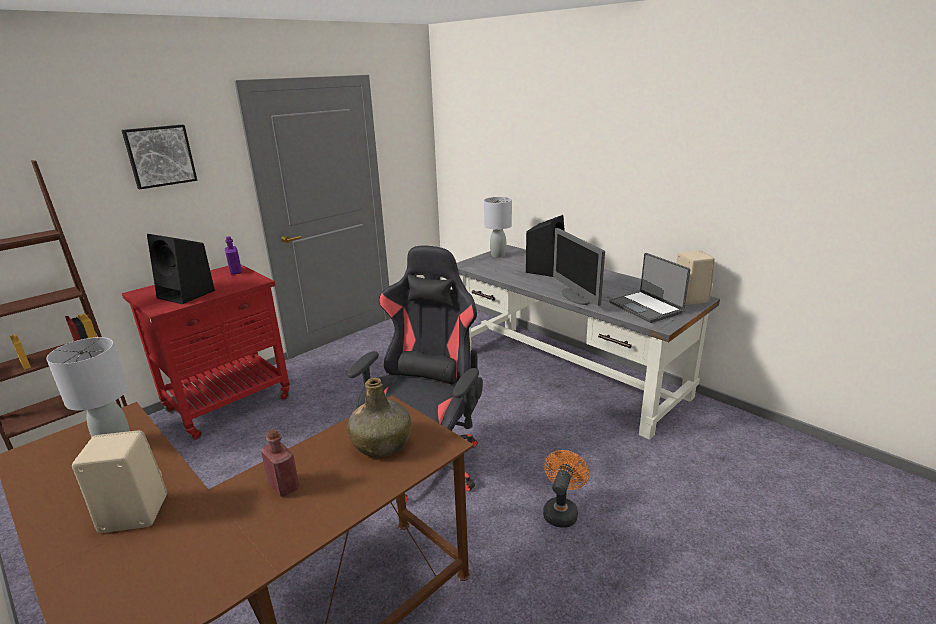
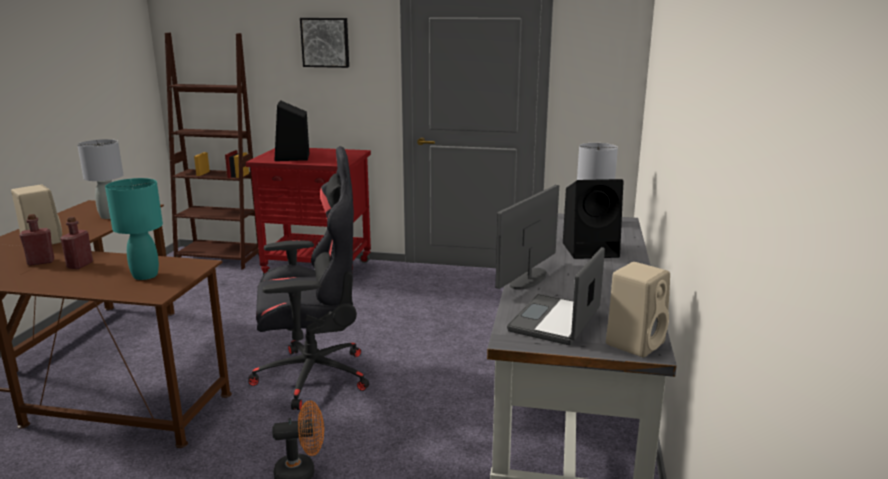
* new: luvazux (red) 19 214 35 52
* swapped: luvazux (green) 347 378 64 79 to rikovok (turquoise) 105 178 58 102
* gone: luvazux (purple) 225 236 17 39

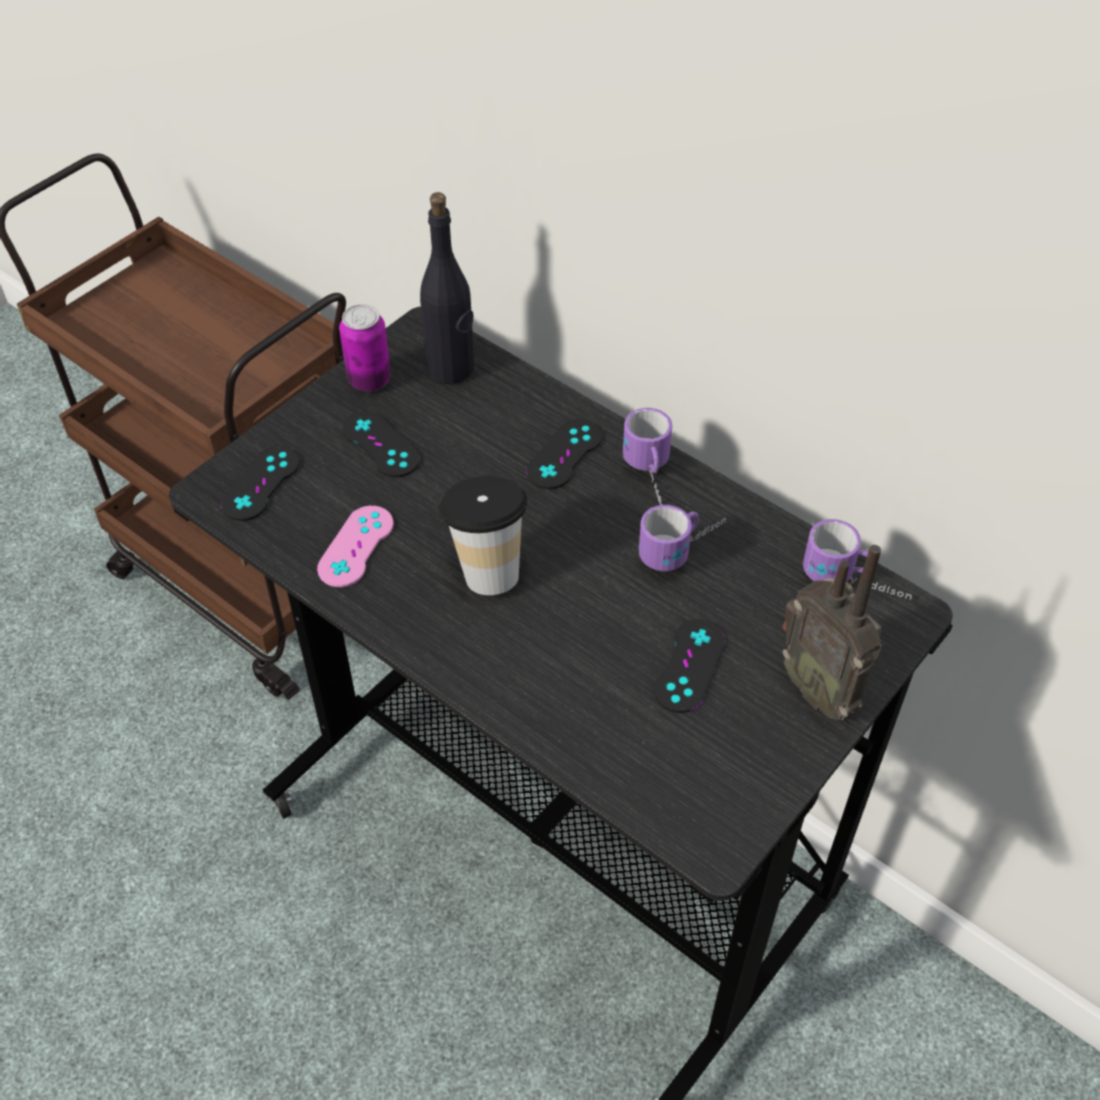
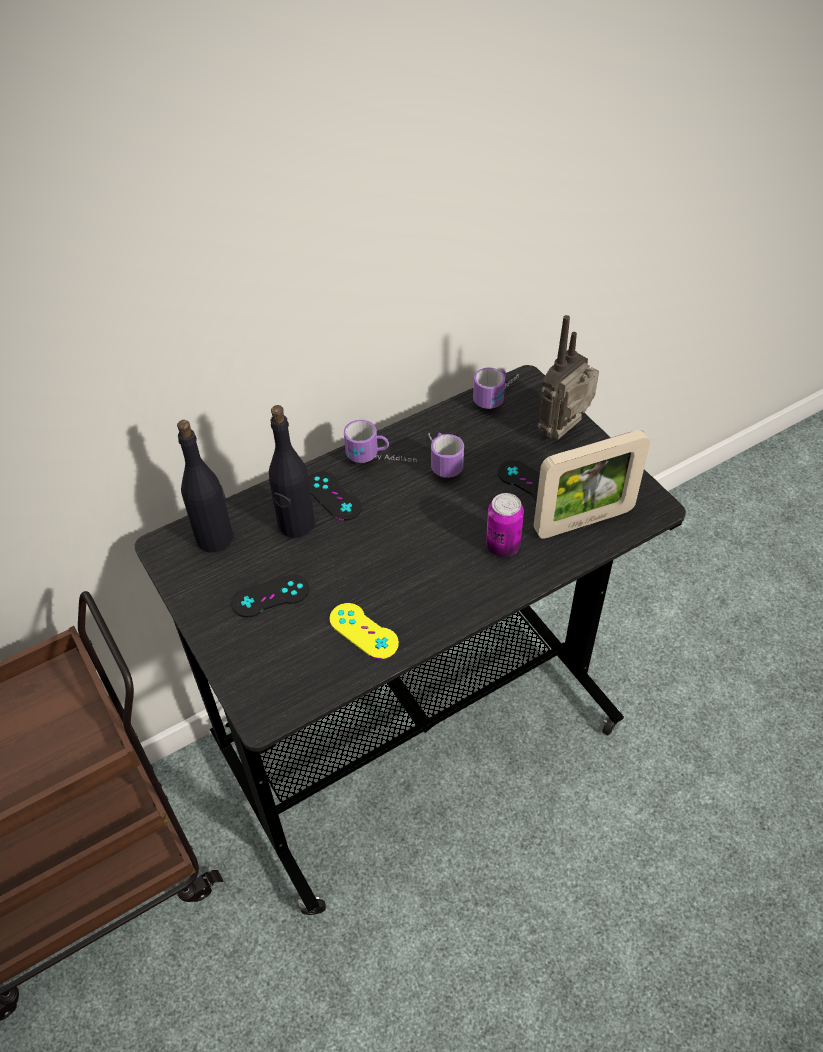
* new: luvazux (black) 269 405 46 133
* repainted: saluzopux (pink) 317 506 76 81 to saluzopux (yellow) 329 603 70 56
* shifted: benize 339 304 52 87 to 486 493 38 64
* new: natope 534 430 116 108
* rotated: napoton 782 545 100 175 = 538 315 61 124 150 degrees clockwise
* gone: saluzopux (black) 221 446 79 75
* gone: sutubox 439 476 88 119

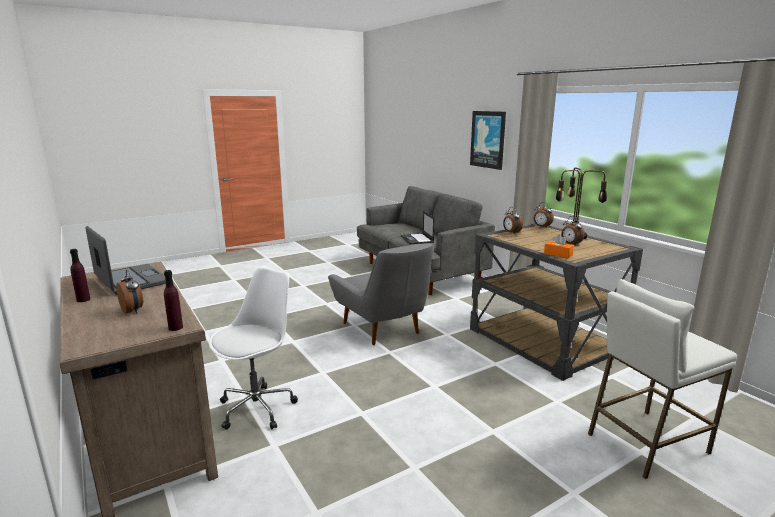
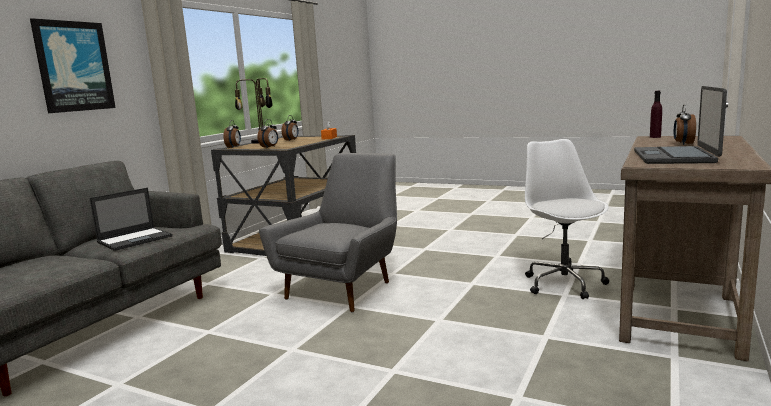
* rotated: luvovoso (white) 209 266 89 163 = 525 139 85 160 75 degrees clockwise
* gone: luvazux (purple) 70 249 20 53
* gone: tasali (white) 588 279 149 200

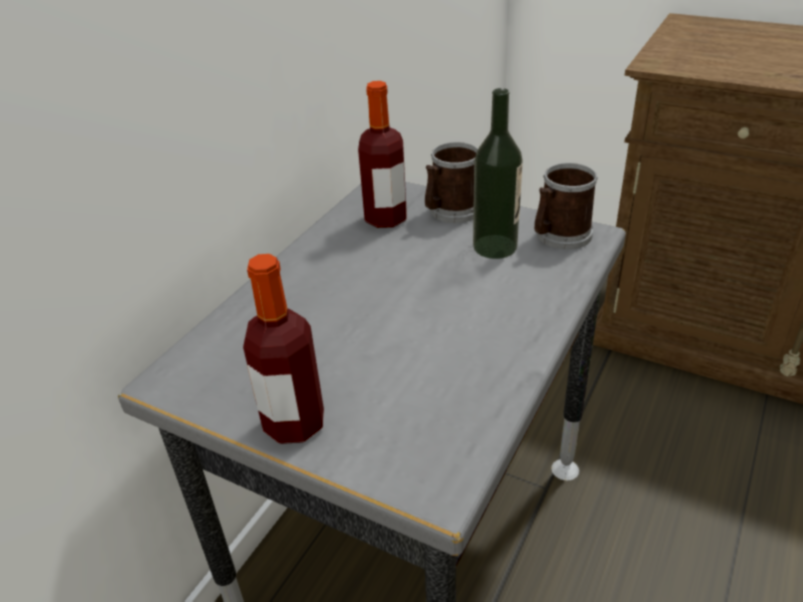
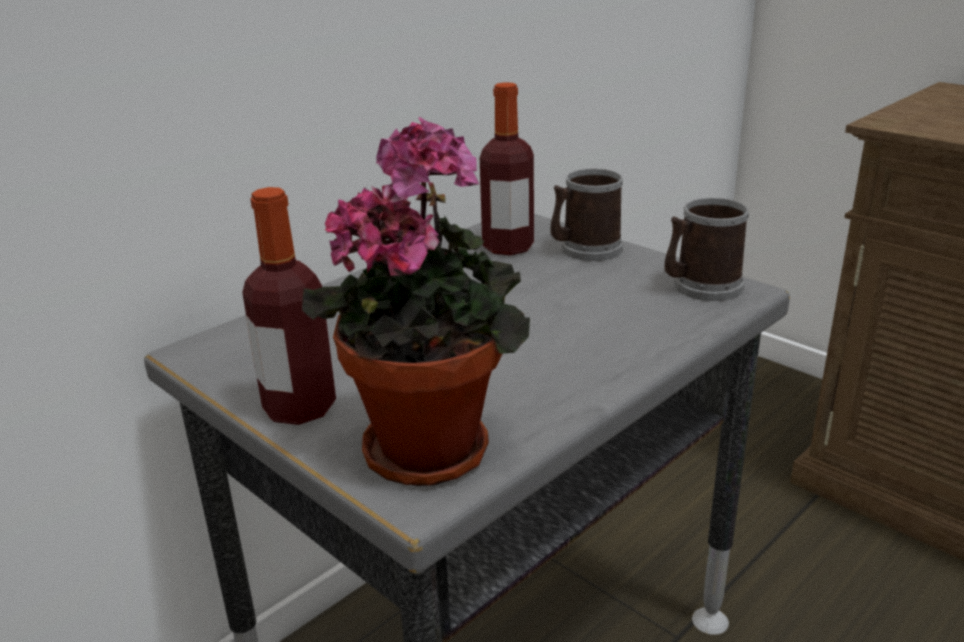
* new: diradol 302 117 228 369
* gone: luvazux 473 88 50 171

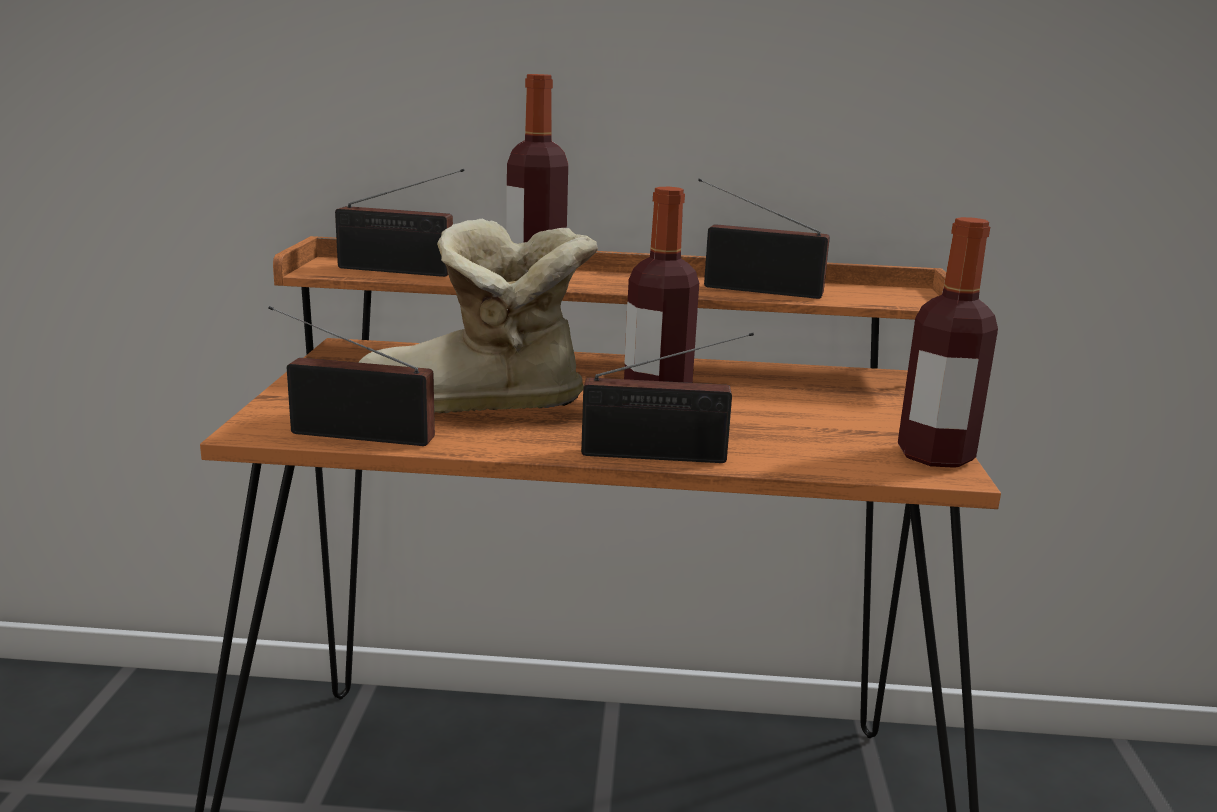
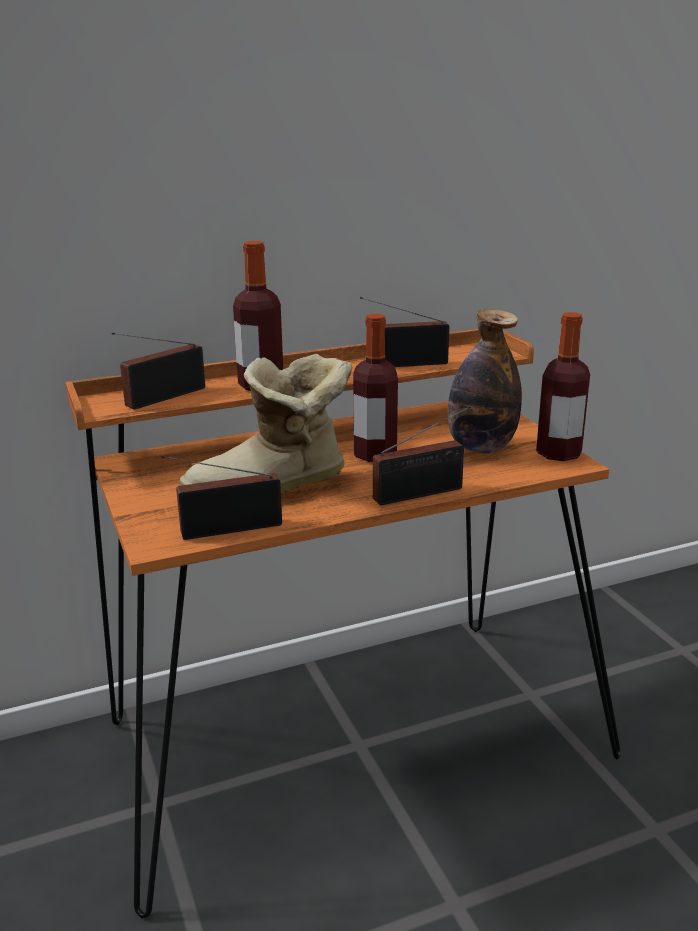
* rotated: napoton 335 169 130 108 = 112 333 93 77 150 degrees clockwise
* new: luvazux 448 309 74 145

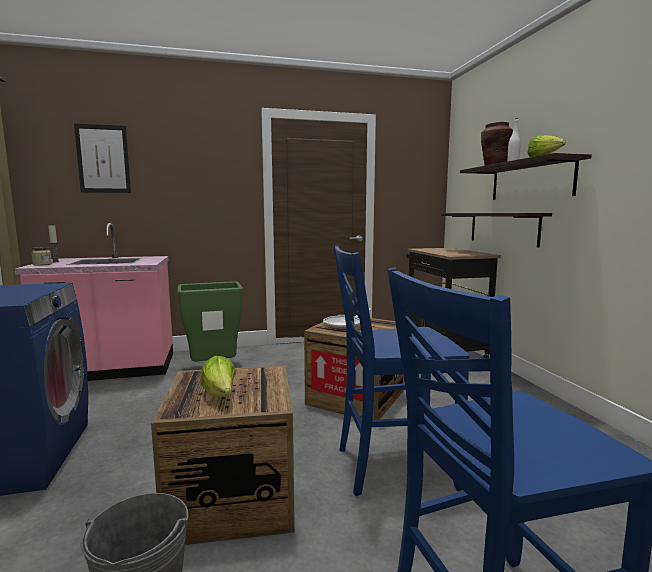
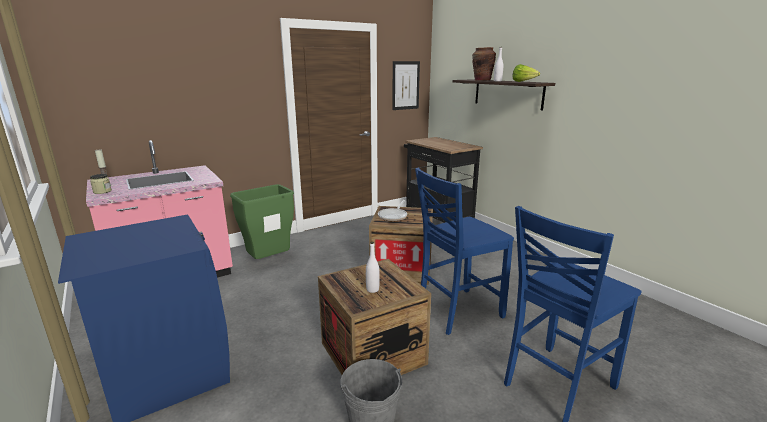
* swapped: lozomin 201 356 35 41 to luvazux (white) 366 242 14 51
* shifted: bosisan 74 124 57 69 to 392 61 28 49
* gone: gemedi 441 213 111 35

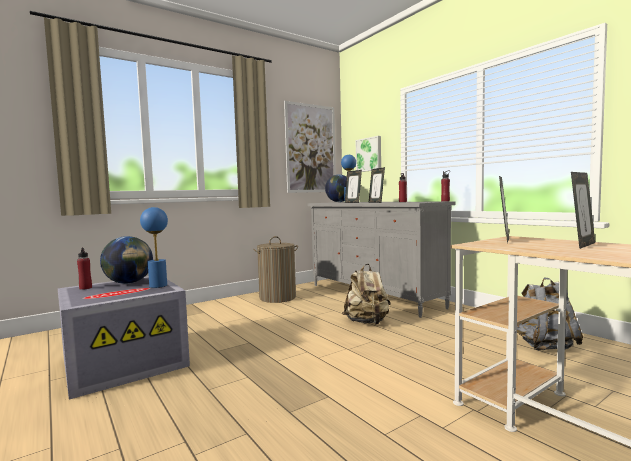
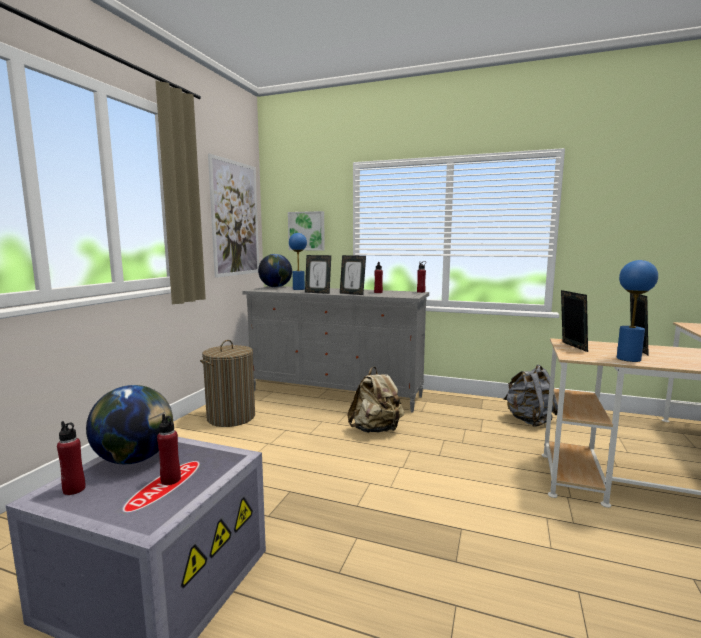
* new: luvazux (red) 157 414 24 71
* shifted: rikovok (blue) 140 207 28 81 to 617 260 41 102

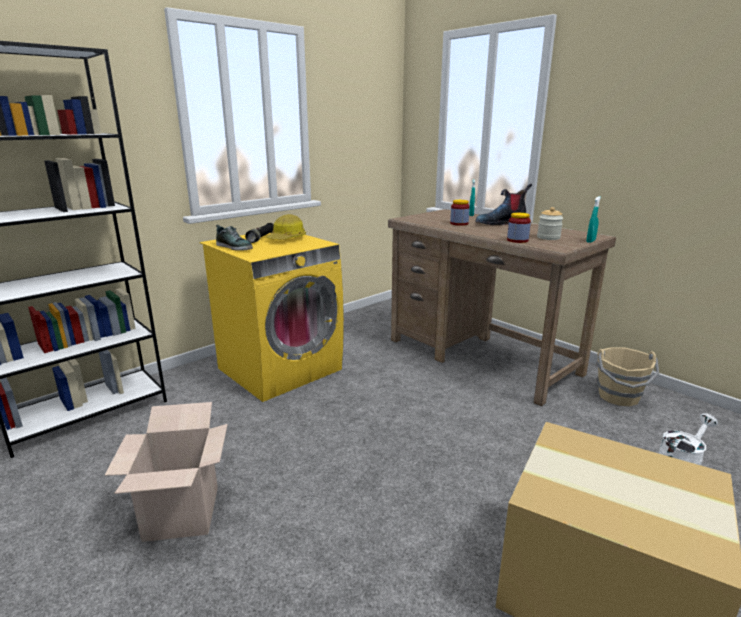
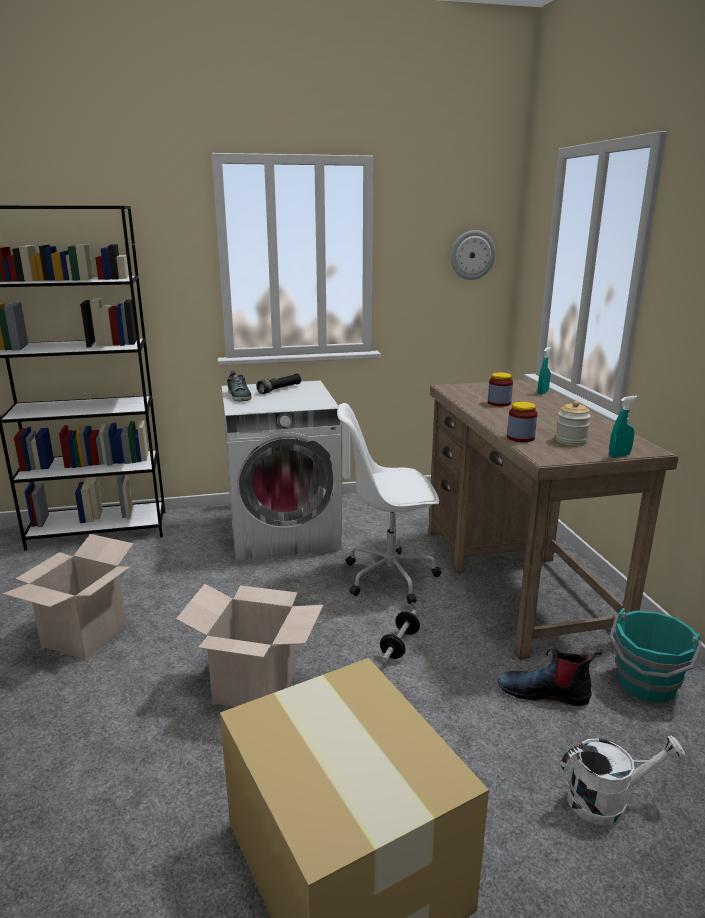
* new: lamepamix 176 584 147 123
* repainted: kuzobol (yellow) 200 233 144 169 to kuzobol (white) 222 380 120 181
* new: luvovoso (white) 337 403 105 201
* new: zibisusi 380 610 40 52
* new: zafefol 450 230 46 50
* shifted: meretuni 475 184 57 41 to 498 647 105 59
* repainted: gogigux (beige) 597 347 62 59 to gogigux (turquoise) 609 608 93 95
* gone: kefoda 266 214 40 26

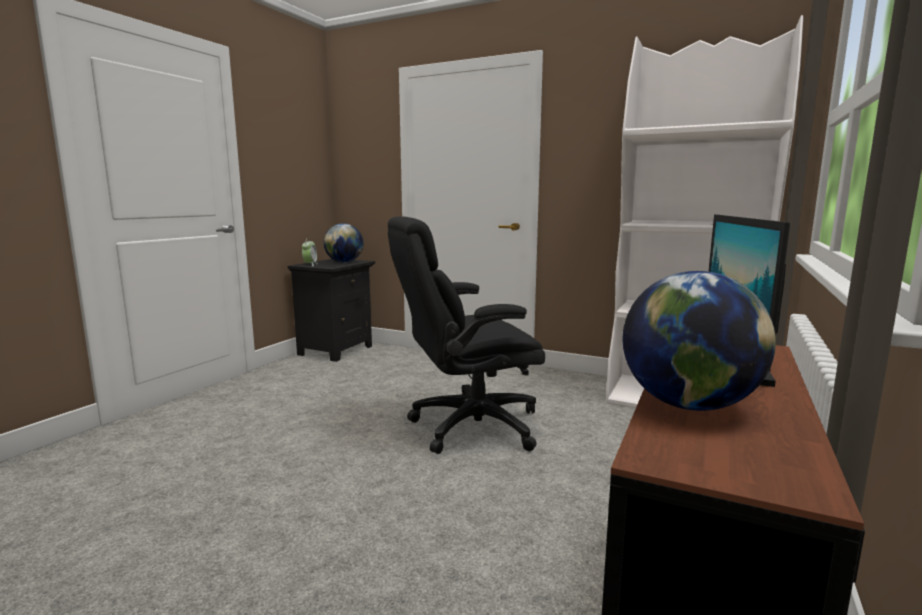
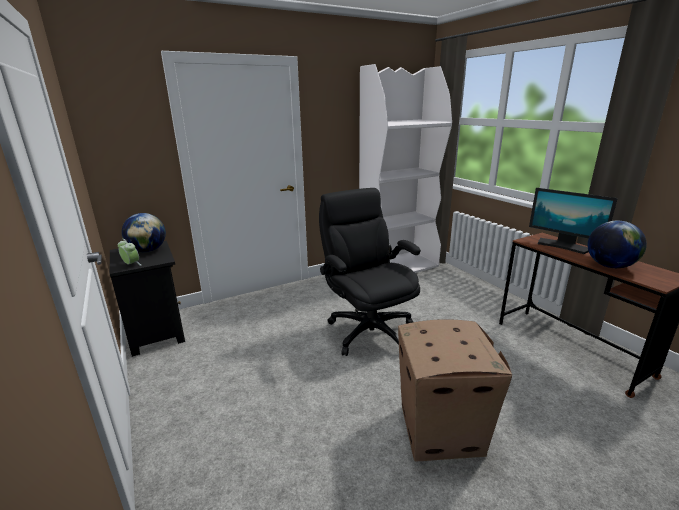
* rotated: luvovoso (black) 388 216 157 238 = 319 188 102 168 135 degrees clockwise
* new: lamepamix 398 319 114 142

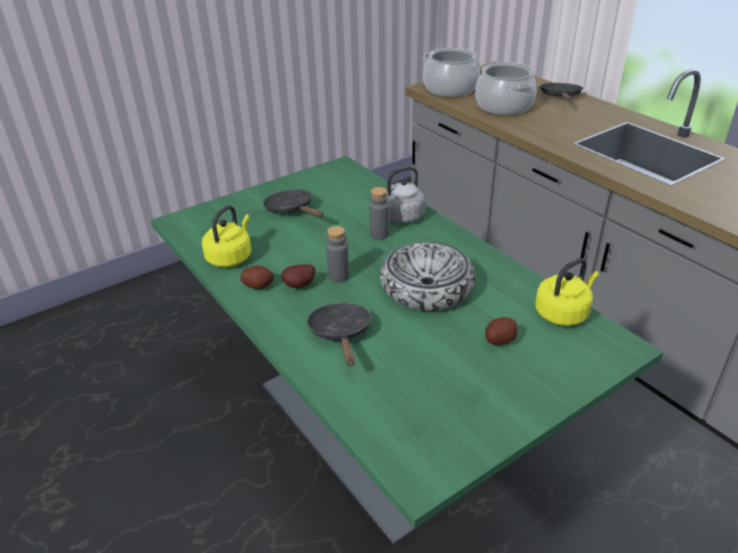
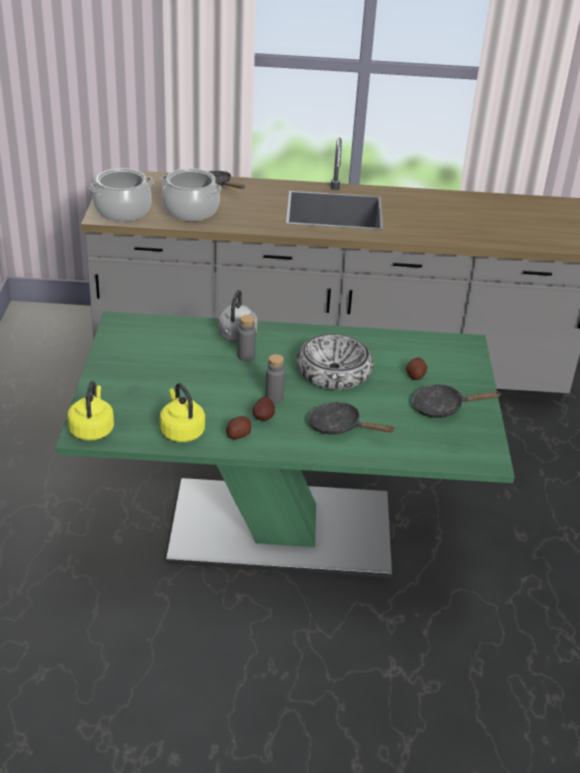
* shifted: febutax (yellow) 535 258 64 68 to 67 381 47 60
* shifted: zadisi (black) 263 189 61 28 to 413 384 89 34

